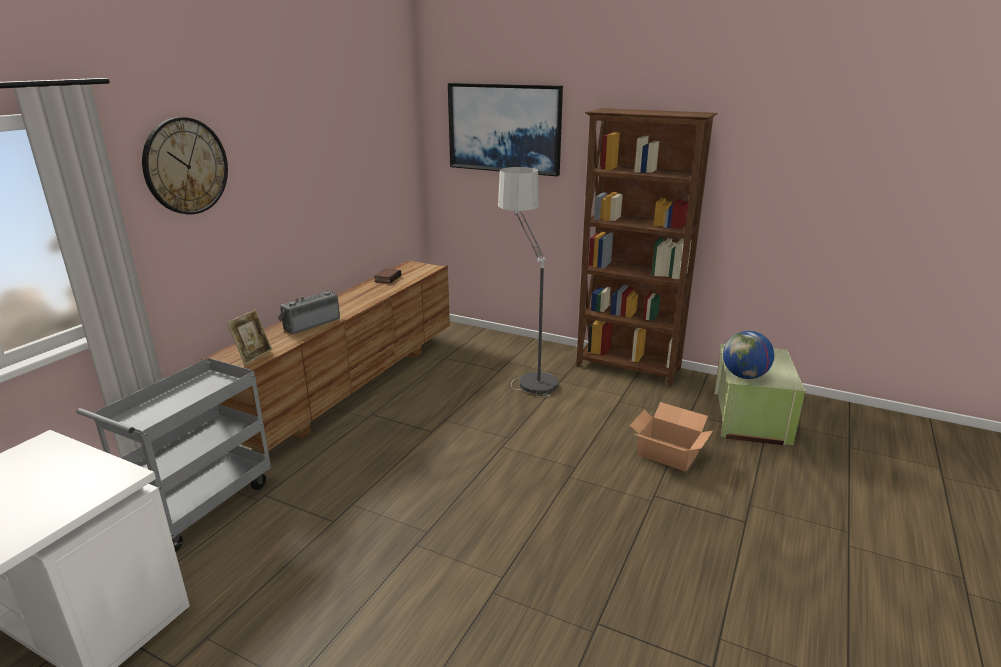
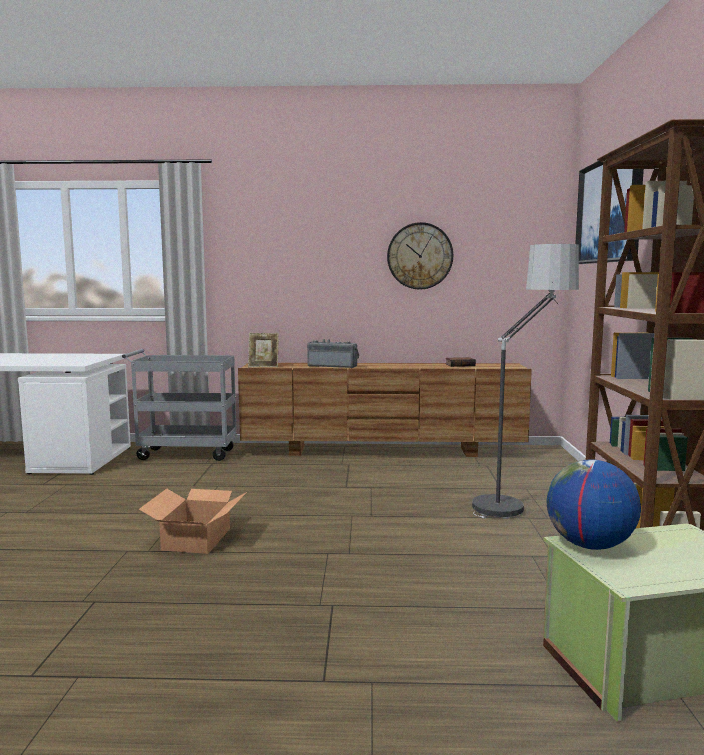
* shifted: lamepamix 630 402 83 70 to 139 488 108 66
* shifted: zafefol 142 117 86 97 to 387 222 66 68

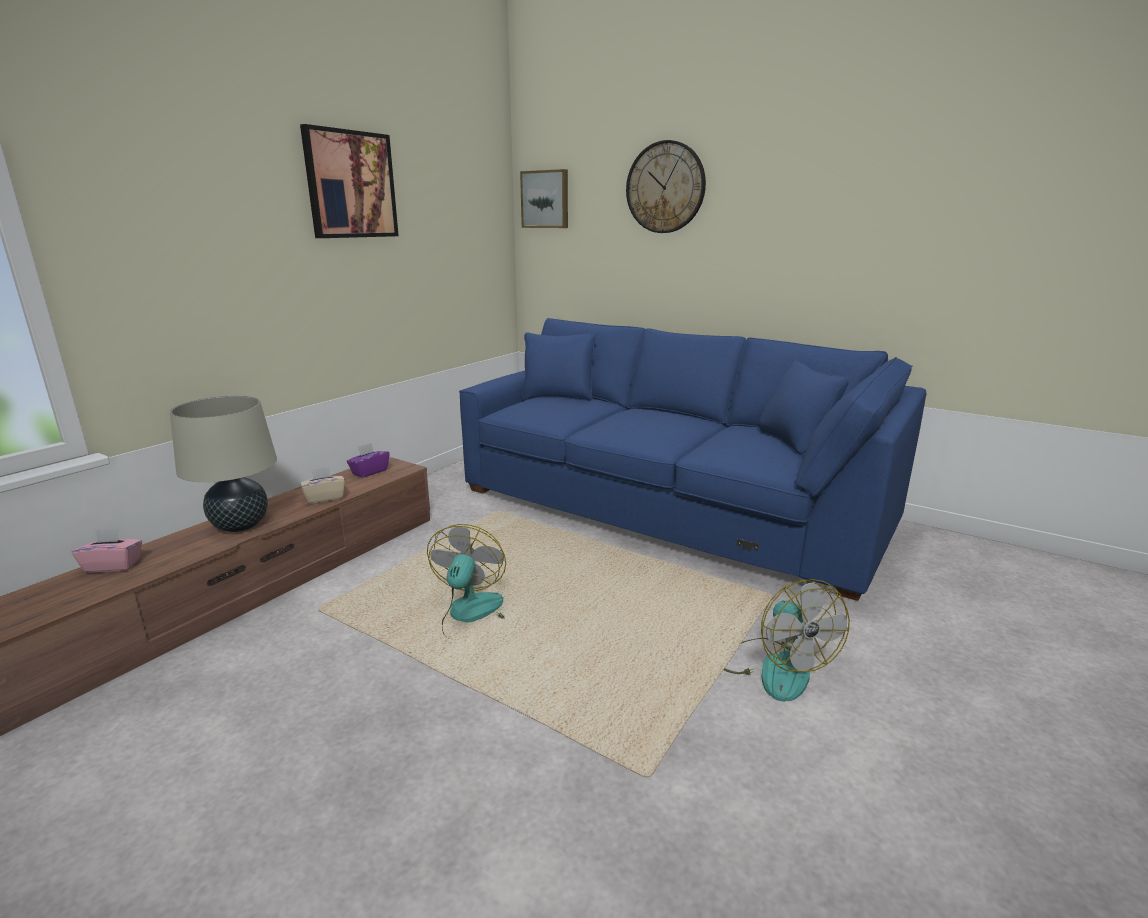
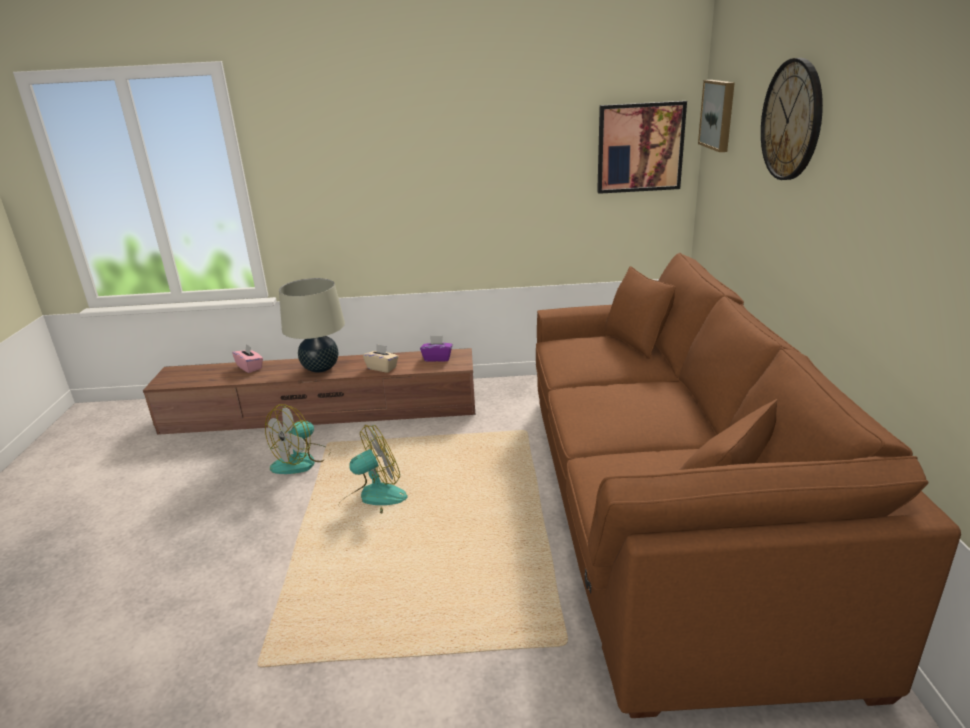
* shifted: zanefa 724 579 126 123 to 265 404 66 70
* repainted: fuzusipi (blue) 459 318 468 283 to fuzusipi (brown) 536 253 425 465
* shifted: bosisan 300 124 99 114 to 597 101 90 93

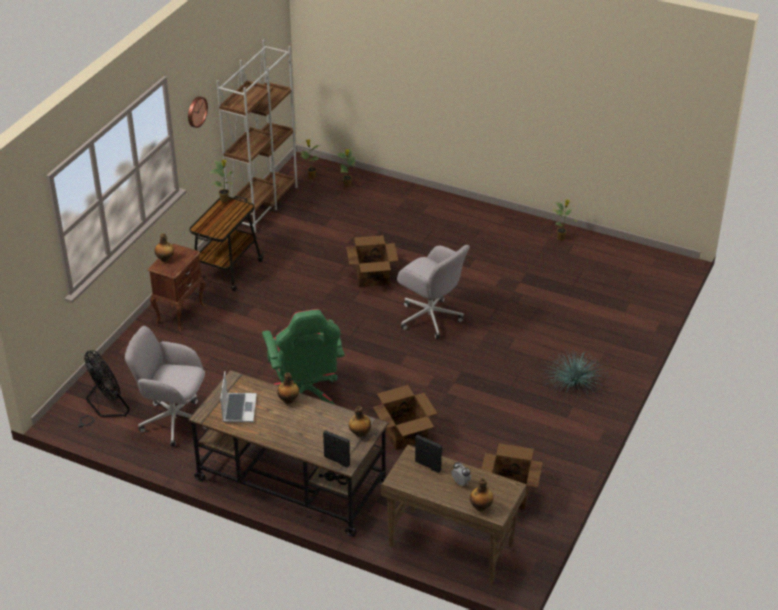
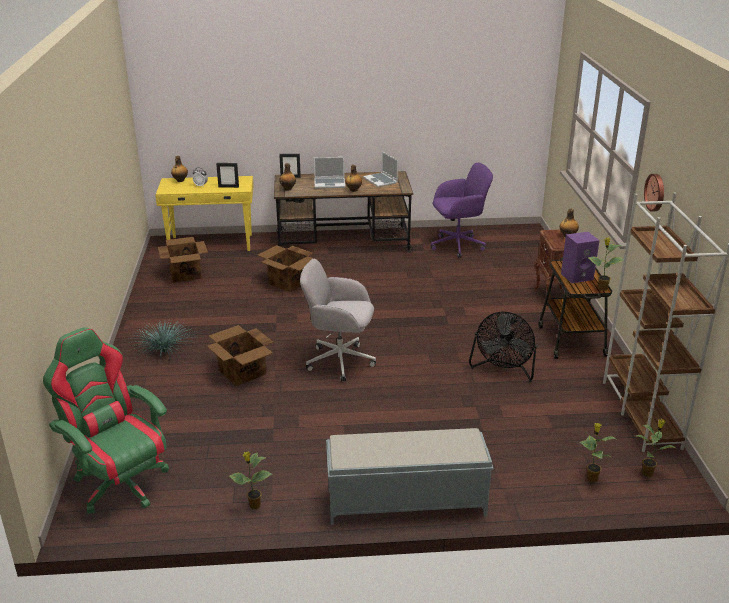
* shifted: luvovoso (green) 262 309 82 95 to 43 327 126 187
* repainted: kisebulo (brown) 381 445 145 139 to kisebulo (yellow) 155 176 99 75
* shifted: lamepamix 346 235 52 52 to 207 325 67 61
* new: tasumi 314 157 31 32
* new: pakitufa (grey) 326 428 167 97
* repainted: luvovoso (grey) 125 326 82 121 to luvovoso (purple) 431 163 62 95
* shifted: zanefa (black) 77 350 52 78 to 469 312 68 70
* new: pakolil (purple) 561 232 39 51

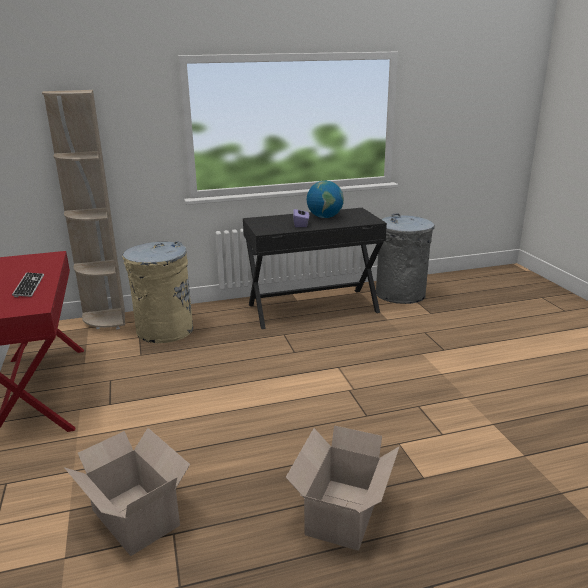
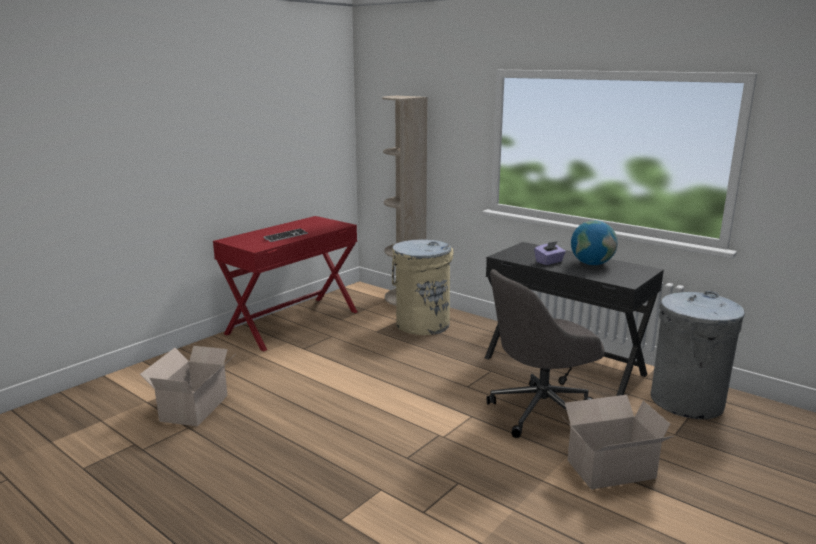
* new: luvovoso (grey) 487 269 118 169
* shifted: lamepamix 286 425 113 126 to 561 395 113 95

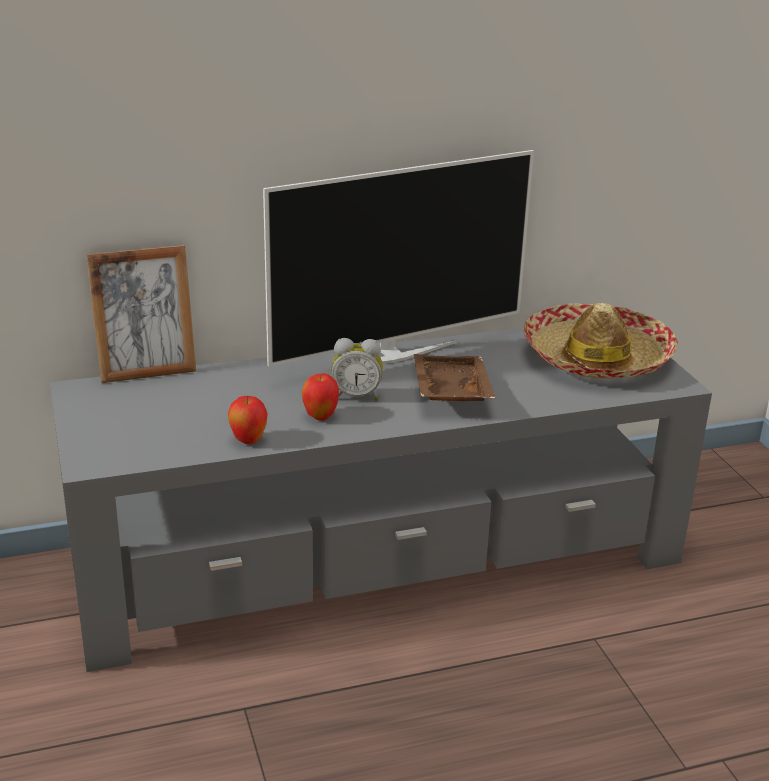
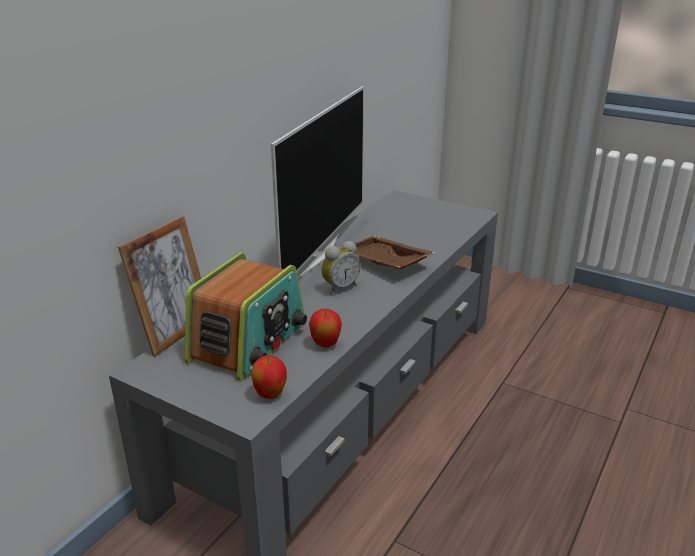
* new: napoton 184 253 123 128
* shifted: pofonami 302 373 37 47 to 251 355 36 44
* gone: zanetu 523 303 155 76

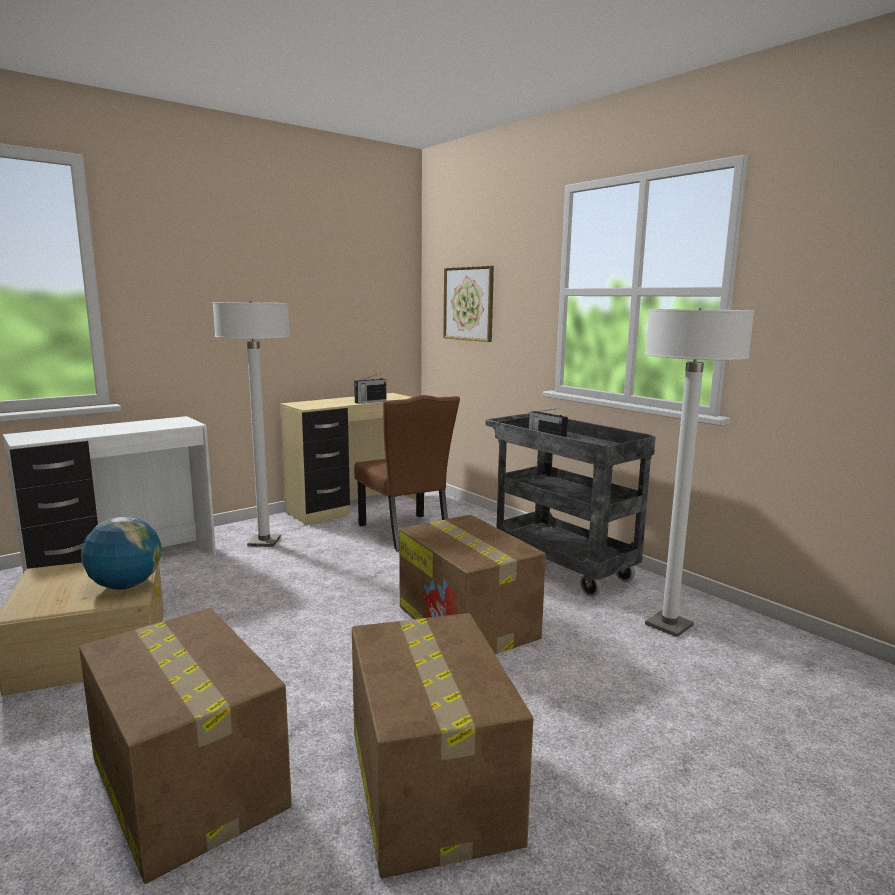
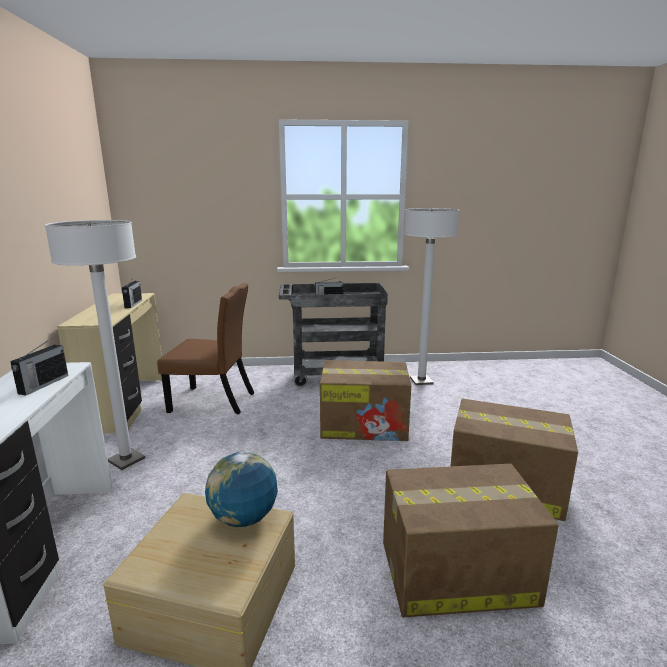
* new: napoton 10 339 58 56
* gone: bosisan 443 266 51 76

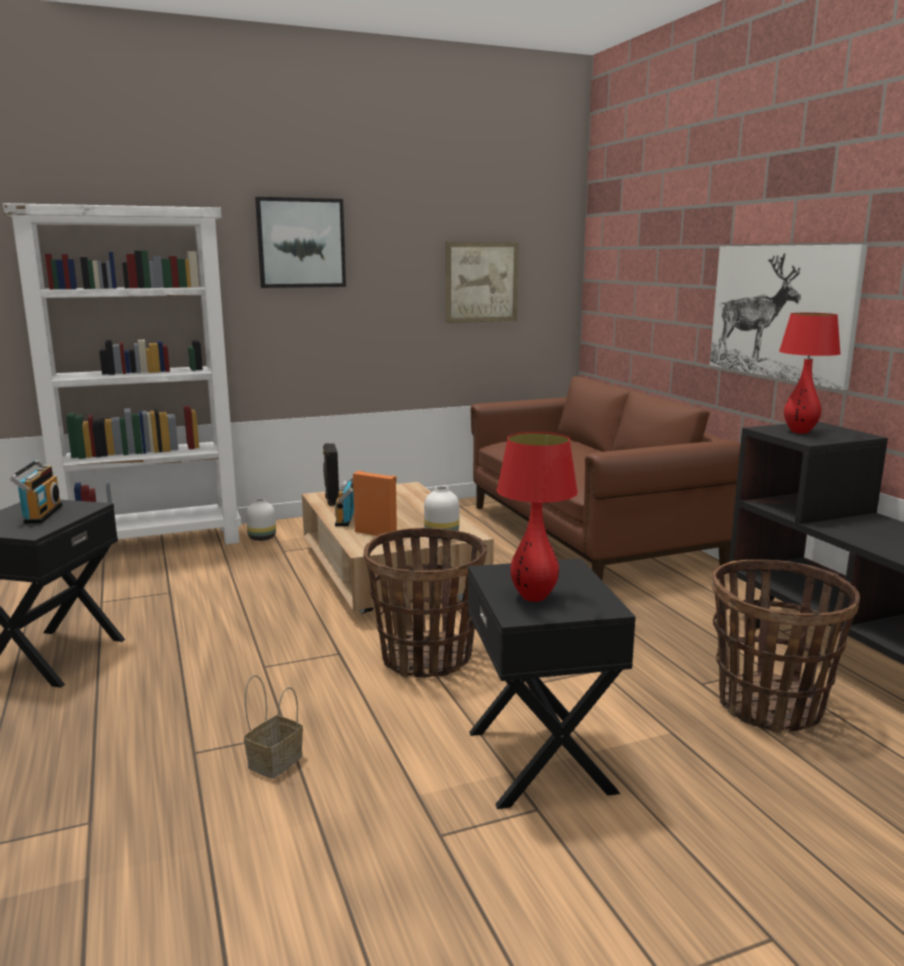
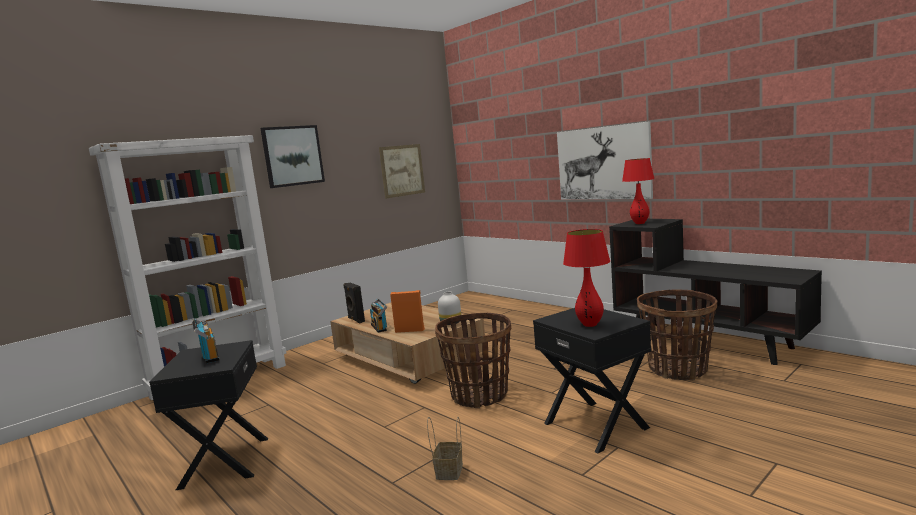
* gone: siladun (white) 246 498 30 43
* gone: fuzusipi (brown) 471 376 270 204

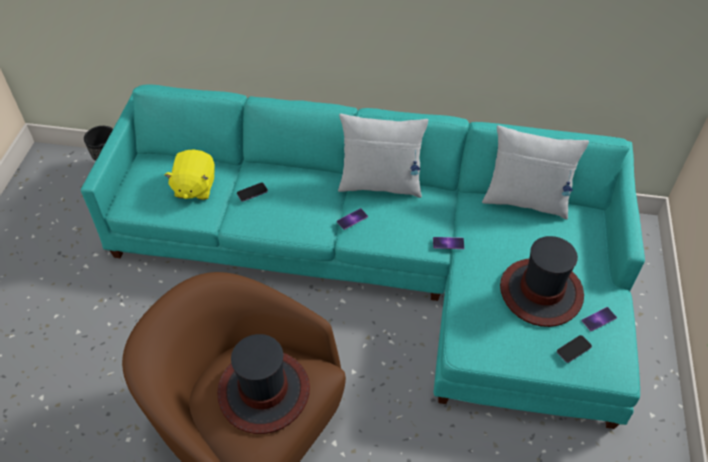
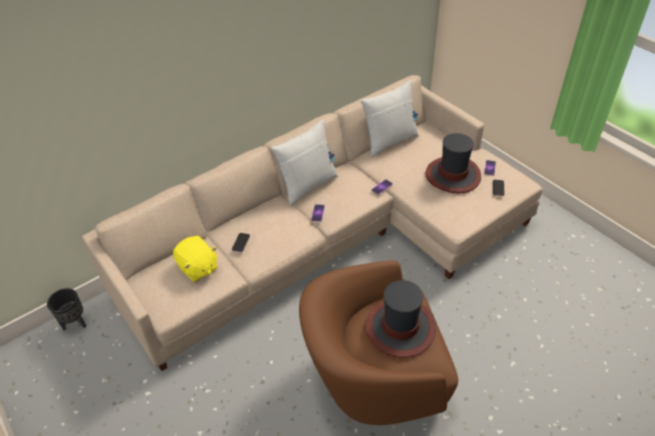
* repainted: fuzusipi (turquoise) 81 84 564 345 to fuzusipi (beige) 82 75 461 296

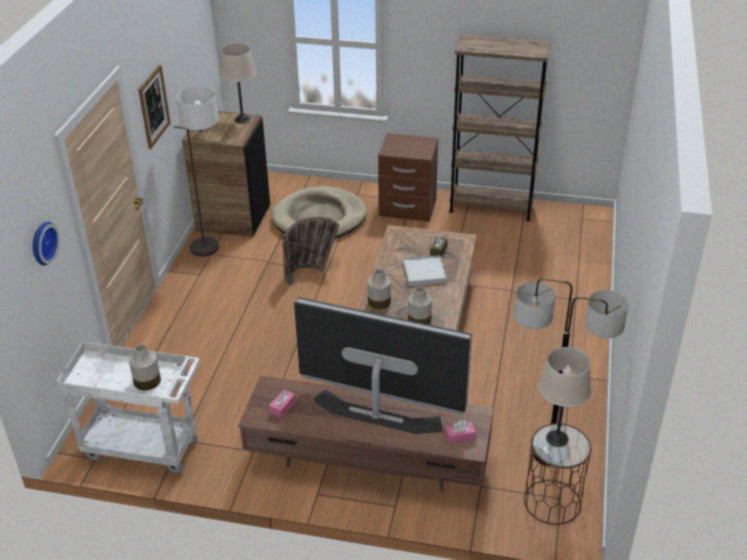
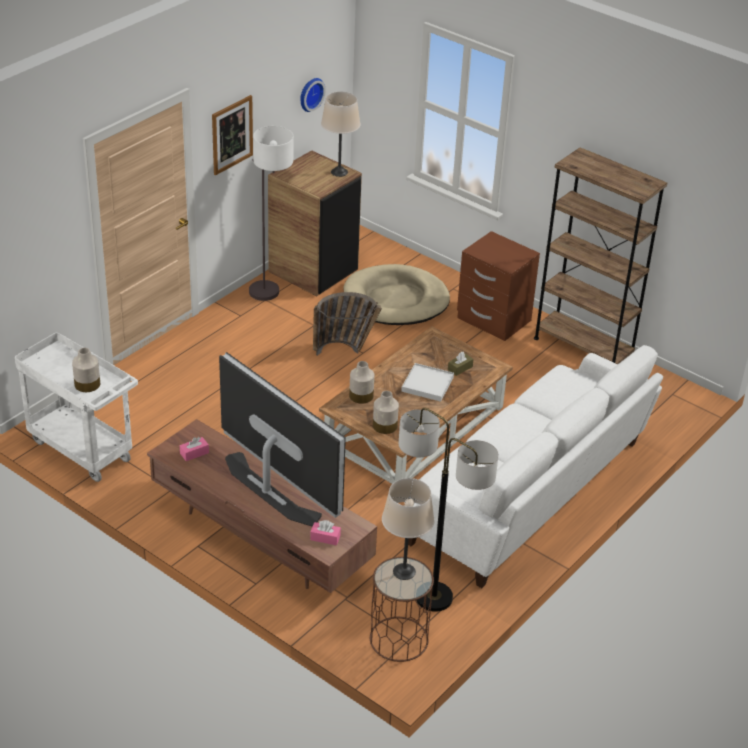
* shifted: zafefol 33 221 27 45 to 300 78 26 34
* new: fuzusipi (white) 408 345 255 243

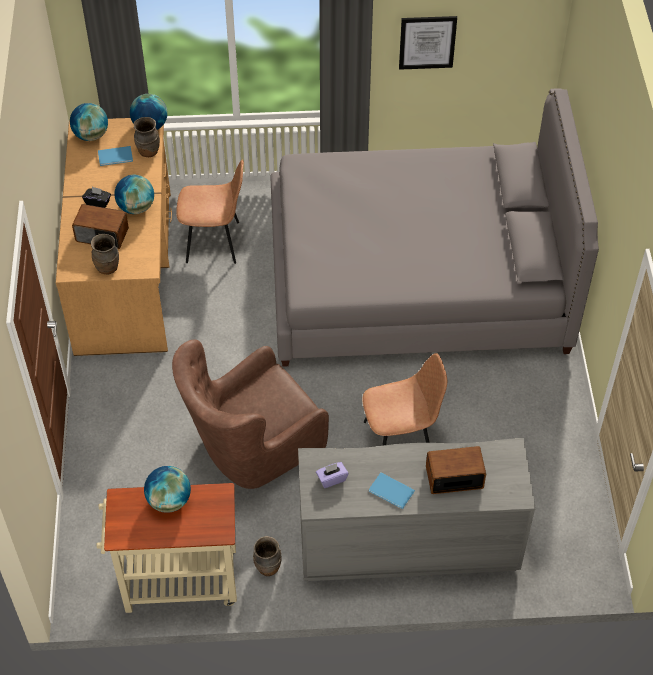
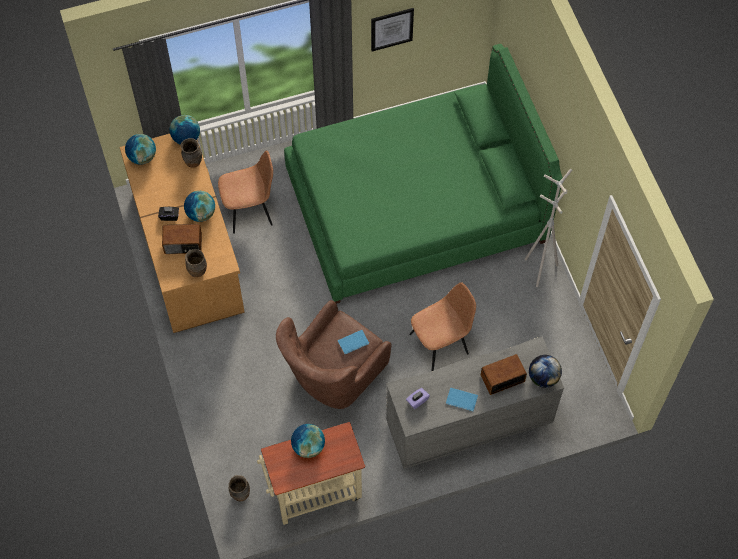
* shifted: siladun (brown) 253 536 29 40 to 229 475 21 27
* repainted: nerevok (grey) 270 88 329 279 to nerevok (green) 284 44 279 260
* shifted: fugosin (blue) 98 146 35 20 to 338 330 31 24
* new: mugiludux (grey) 524 168 48 119
* new: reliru 529 355 33 33

